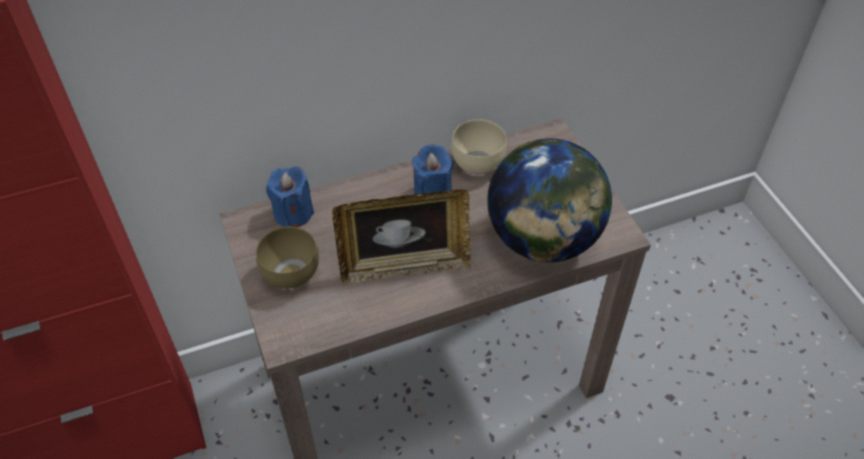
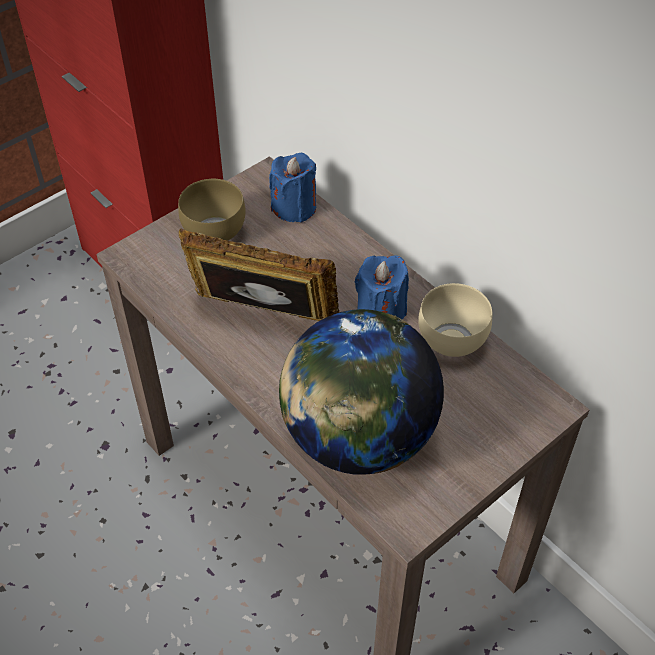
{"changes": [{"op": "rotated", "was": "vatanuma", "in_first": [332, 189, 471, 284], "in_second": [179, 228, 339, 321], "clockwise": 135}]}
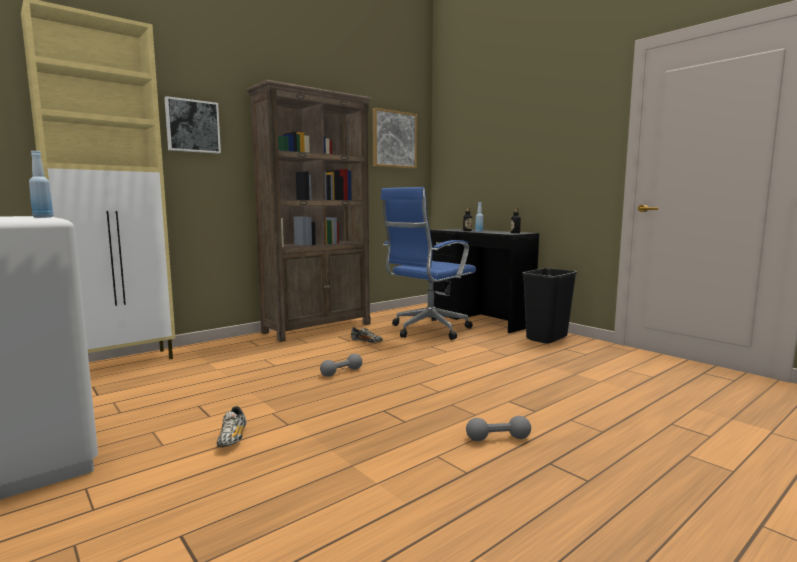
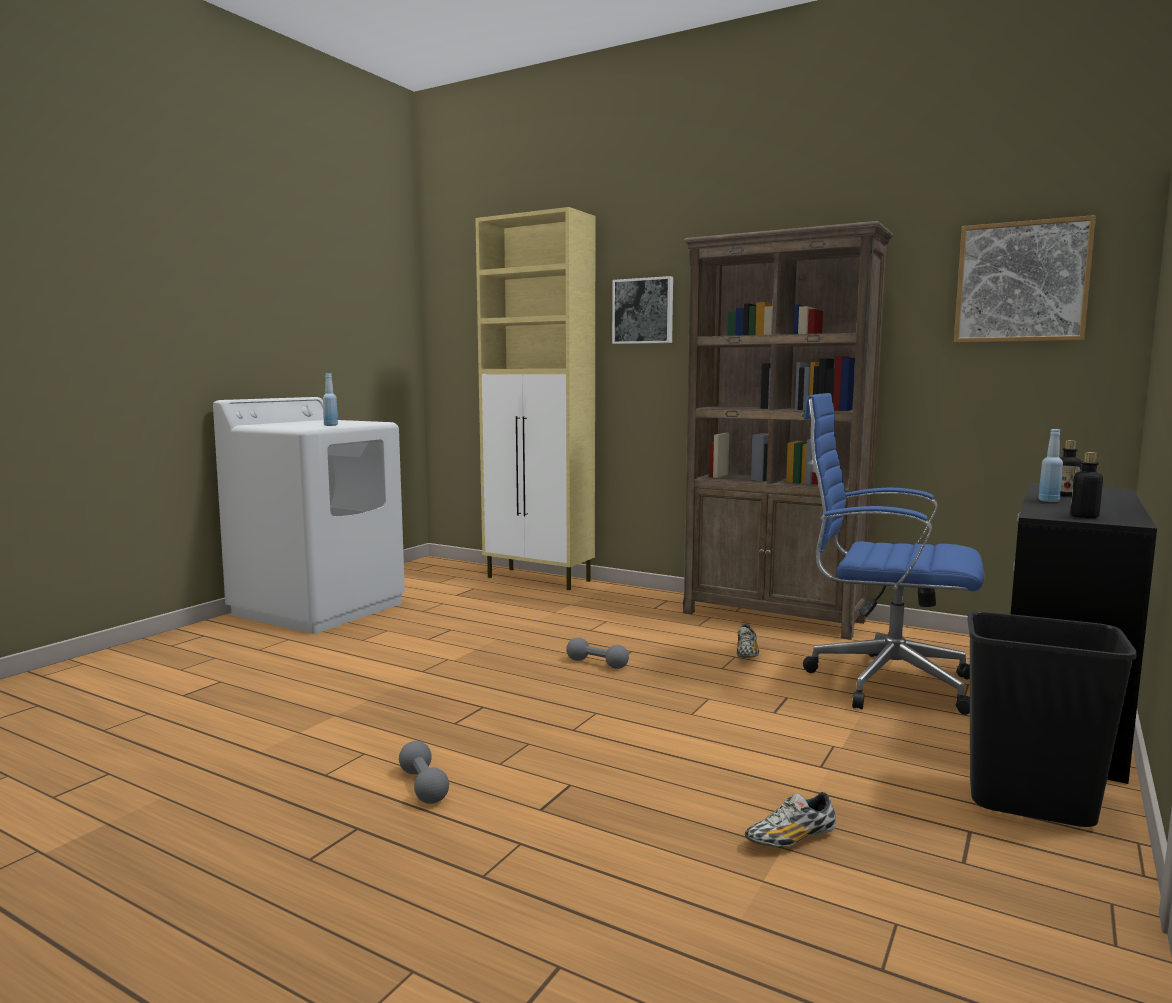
{"changes": [{"op": "shifted", "was": "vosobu", "in_first": [217, 406, 247, 447], "in_second": [745, 792, 836, 847]}]}
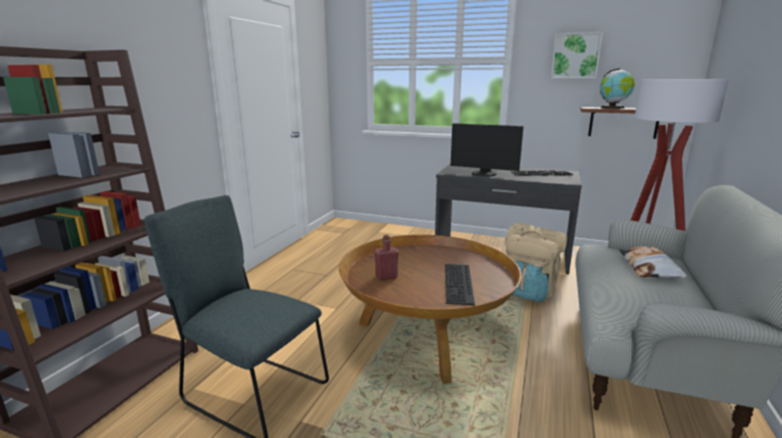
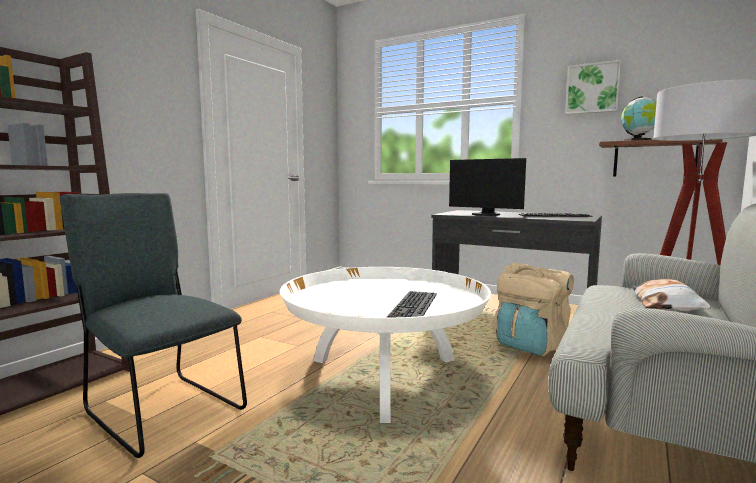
{"changes": [{"op": "repainted", "was": "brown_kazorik", "now": "white_kazorik", "in_first": [339, 235, 522, 384], "in_second": [280, 267, 491, 423]}, {"op": "gone", "was": "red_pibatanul", "in_first": [374, 235, 399, 280]}]}
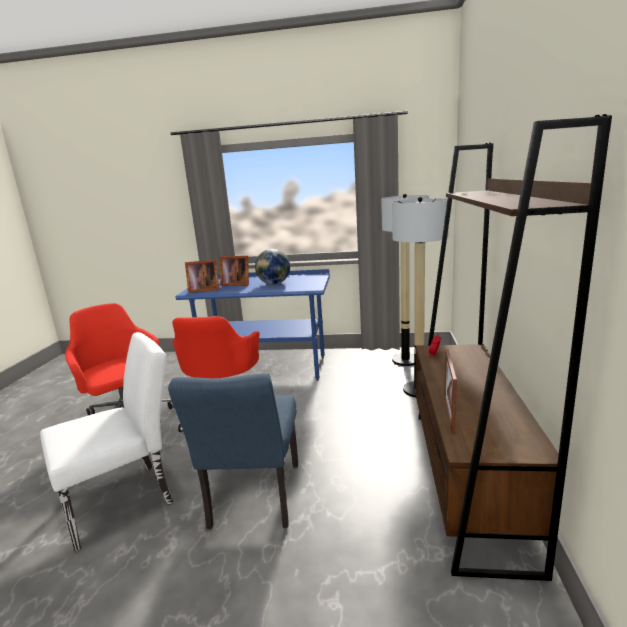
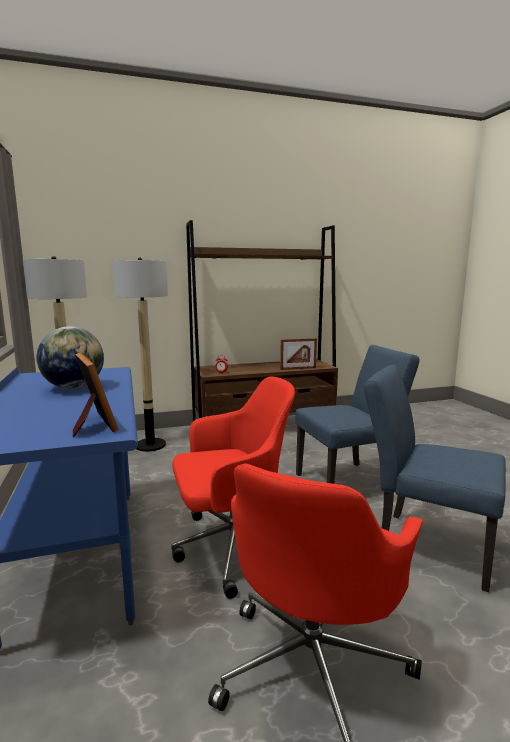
{"changes": [{"op": "repainted", "was": "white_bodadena", "now": "blue_bodadena", "in_first": [40, 332, 173, 552], "in_second": [364, 365, 506, 592]}, {"op": "gone", "was": "vatanuma", "in_first": [220, 256, 249, 286]}]}
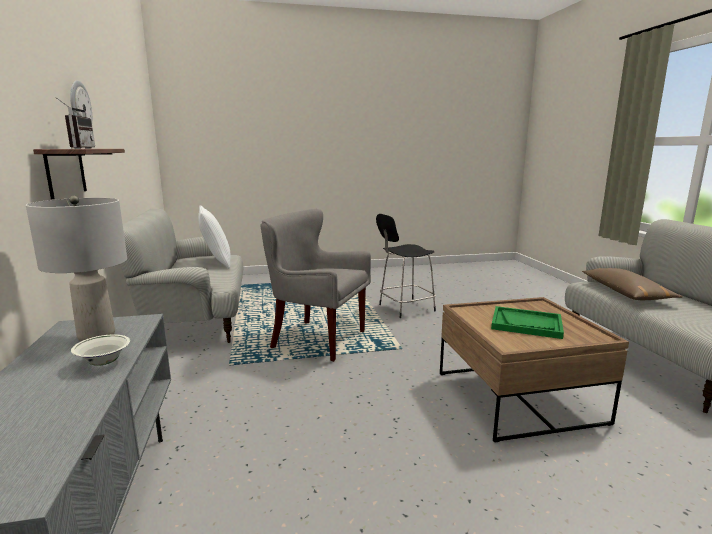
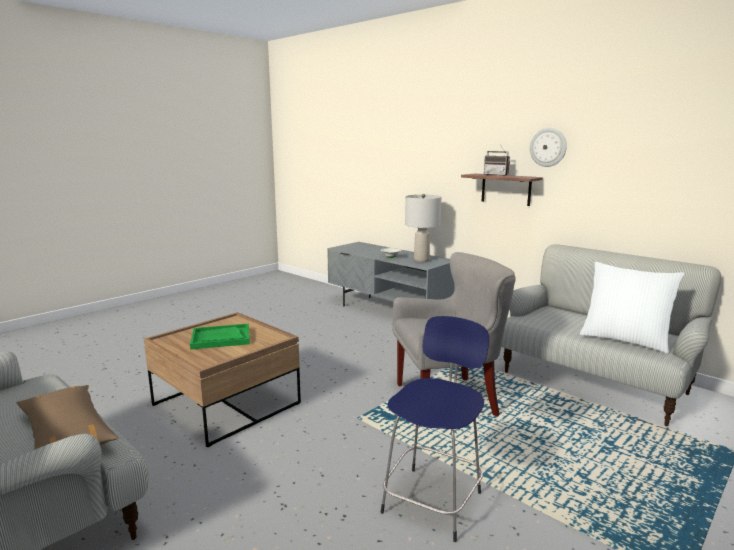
{"changes": [{"op": "repainted", "was": "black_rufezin", "now": "blue_rufezin", "in_first": [376, 214, 436, 318], "in_second": [380, 316, 489, 542]}]}
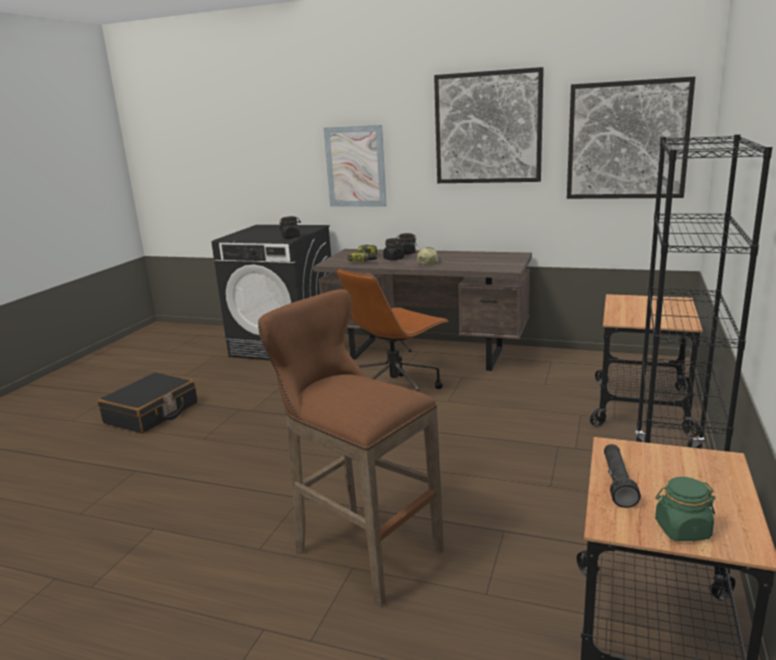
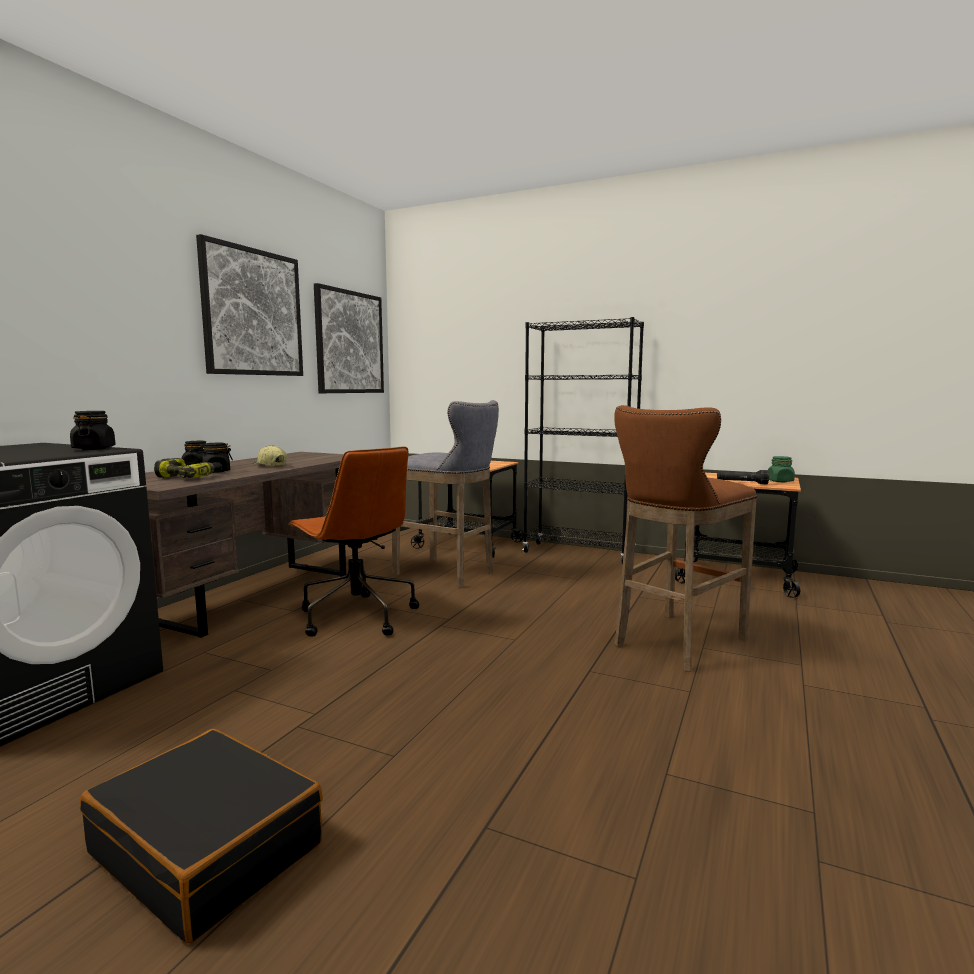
{"changes": [{"op": "new", "now": "grey_rufezin", "in_second": [392, 400, 499, 588]}, {"op": "gone", "was": "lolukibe", "in_first": [324, 125, 387, 207]}]}
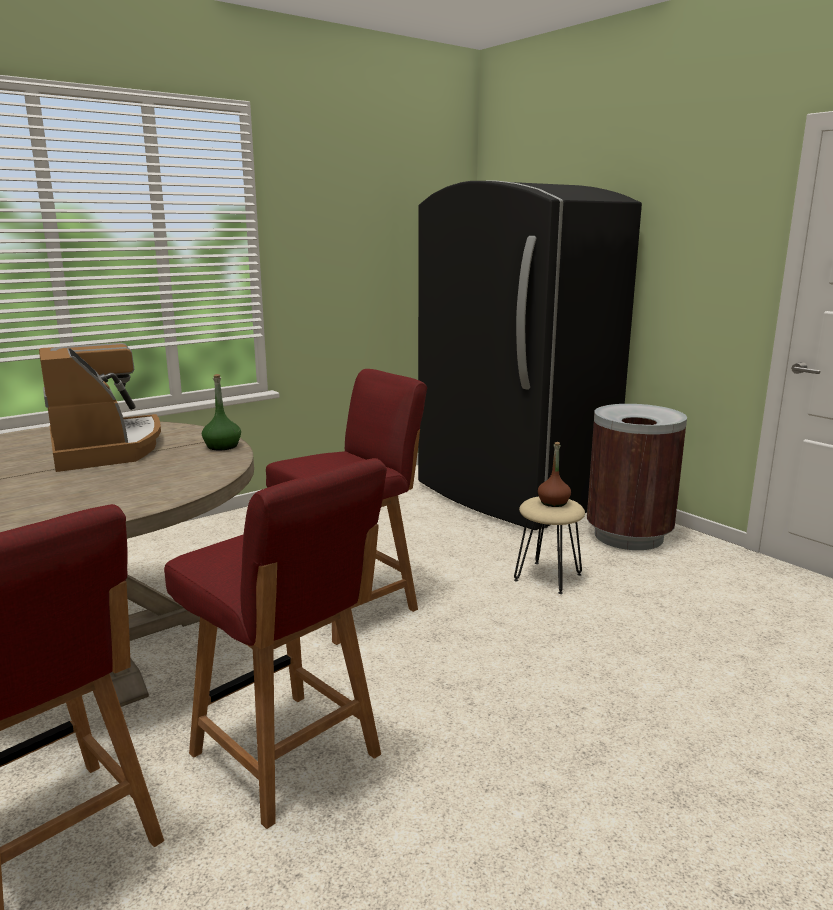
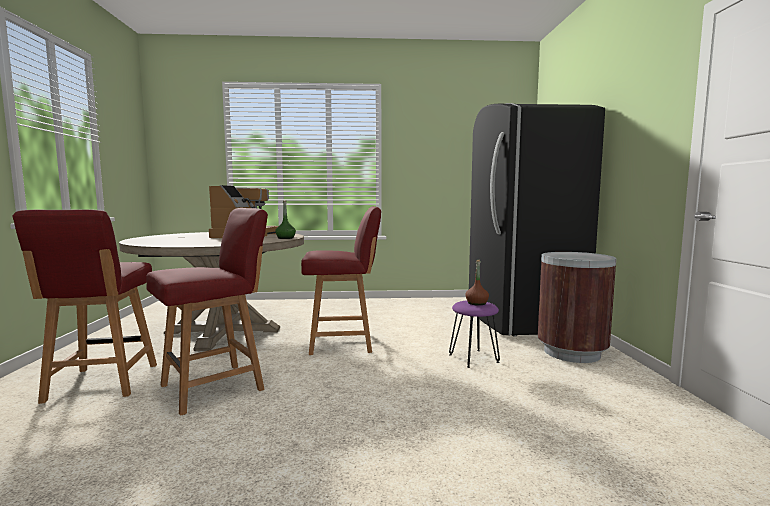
{"changes": [{"op": "rotated", "was": "red_bodadena", "in_first": [164, 458, 387, 829], "in_second": [146, 208, 268, 416], "clockwise": -120}, {"op": "repainted", "was": "beige_rufezin", "now": "purple_rufezin", "in_first": [514, 496, 585, 594], "in_second": [449, 300, 500, 368]}]}
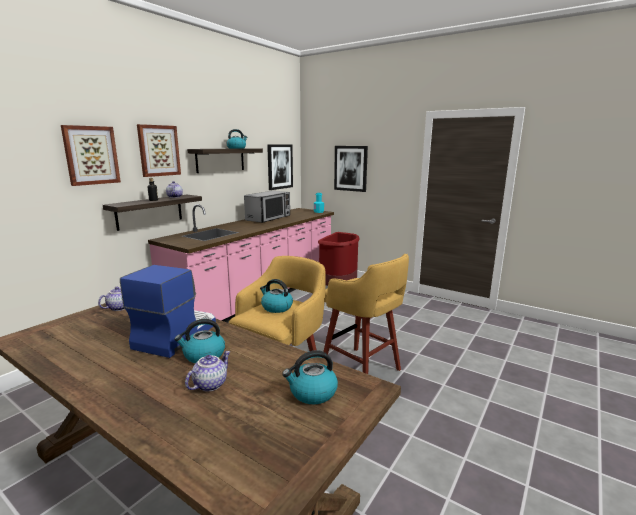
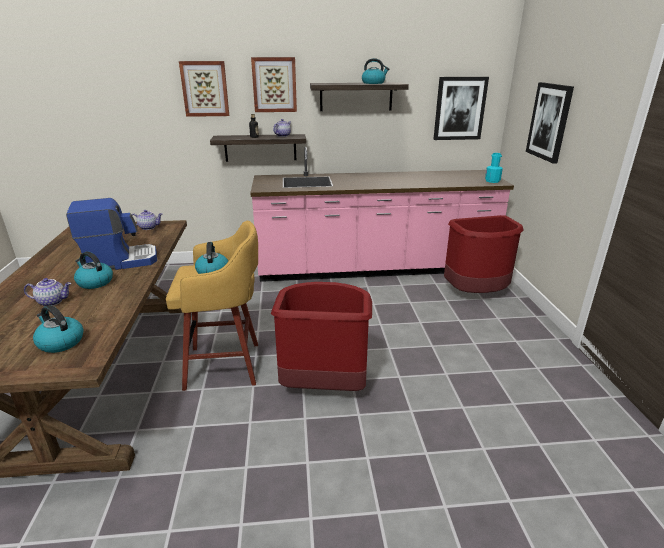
{"changes": [{"op": "swapped", "was": "yellow_rufezin", "now": "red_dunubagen", "in_first": [323, 254, 409, 374], "in_second": [271, 282, 372, 391]}, {"op": "gone", "was": "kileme", "in_first": [244, 191, 290, 223]}]}
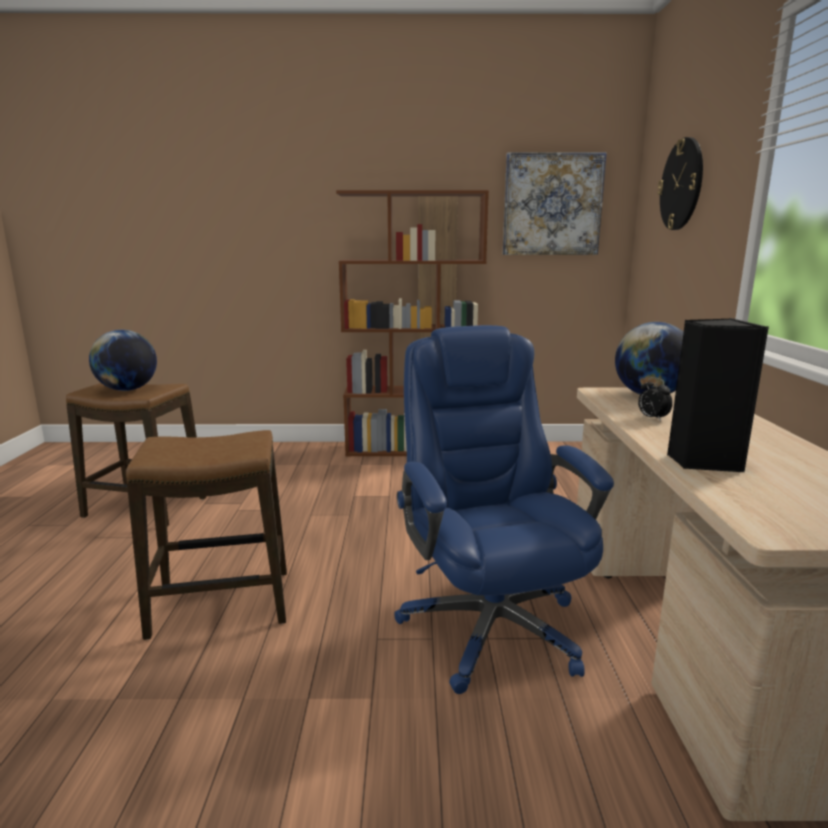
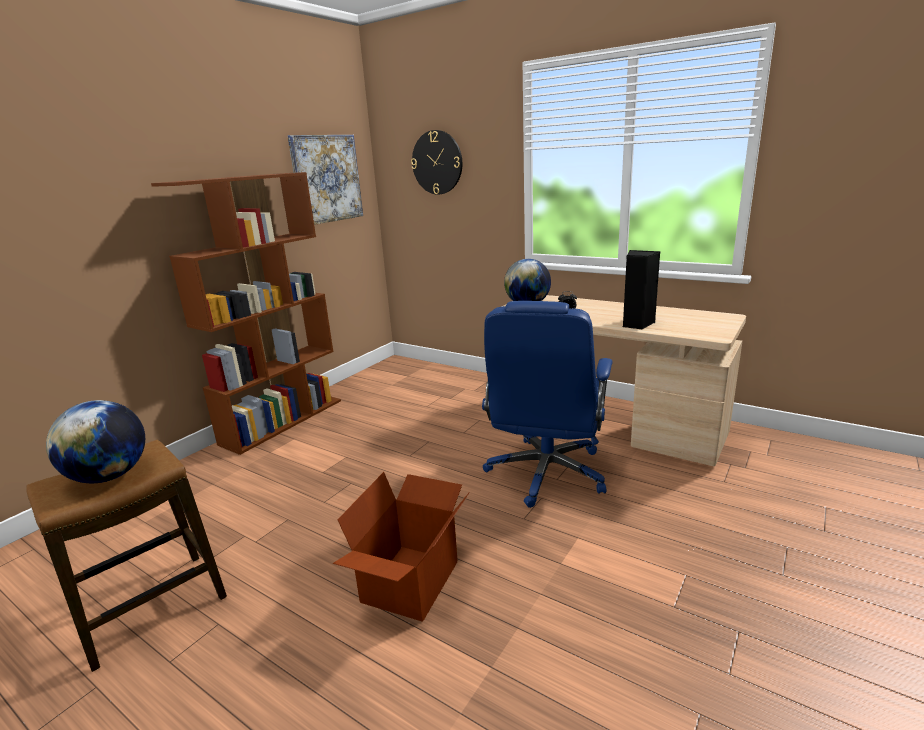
{"changes": [{"op": "swapped", "was": "rufezin", "now": "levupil", "in_first": [126, 430, 287, 640], "in_second": [333, 472, 470, 622]}, {"op": "rotated", "was": "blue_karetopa", "in_first": [394, 325, 614, 694], "in_second": [482, 301, 613, 508], "clockwise": -90}]}
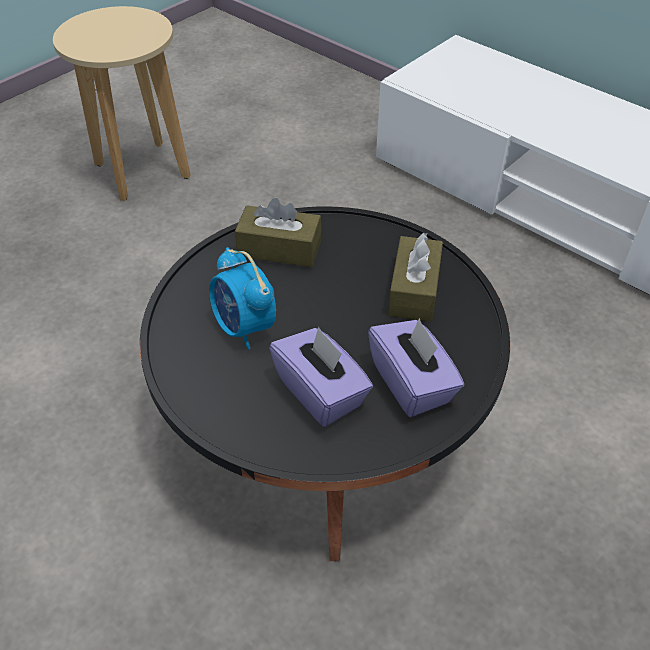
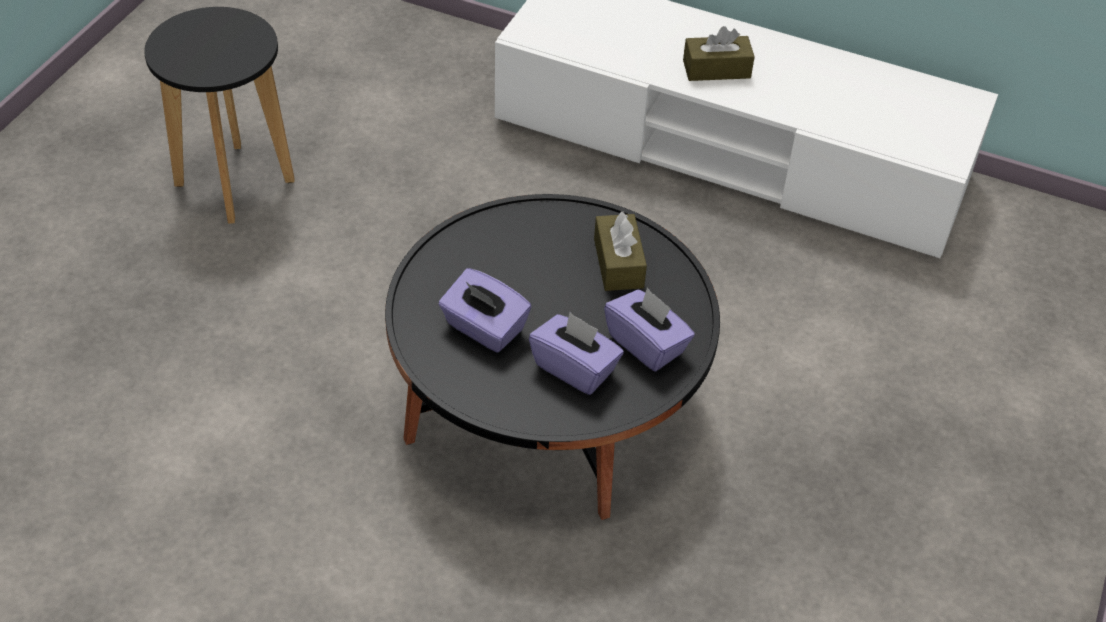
{"changes": [{"op": "repainted", "was": "beige_rufezin", "now": "black_rufezin", "in_first": [53, 6, 191, 201], "in_second": [144, 7, 295, 224]}, {"op": "swapped", "was": "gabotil", "now": "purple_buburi", "in_first": [209, 247, 276, 350], "in_second": [438, 268, 531, 353]}, {"op": "shifted", "was": "brown_buburi", "in_first": [235, 198, 321, 267], "in_second": [683, 26, 755, 81]}]}
